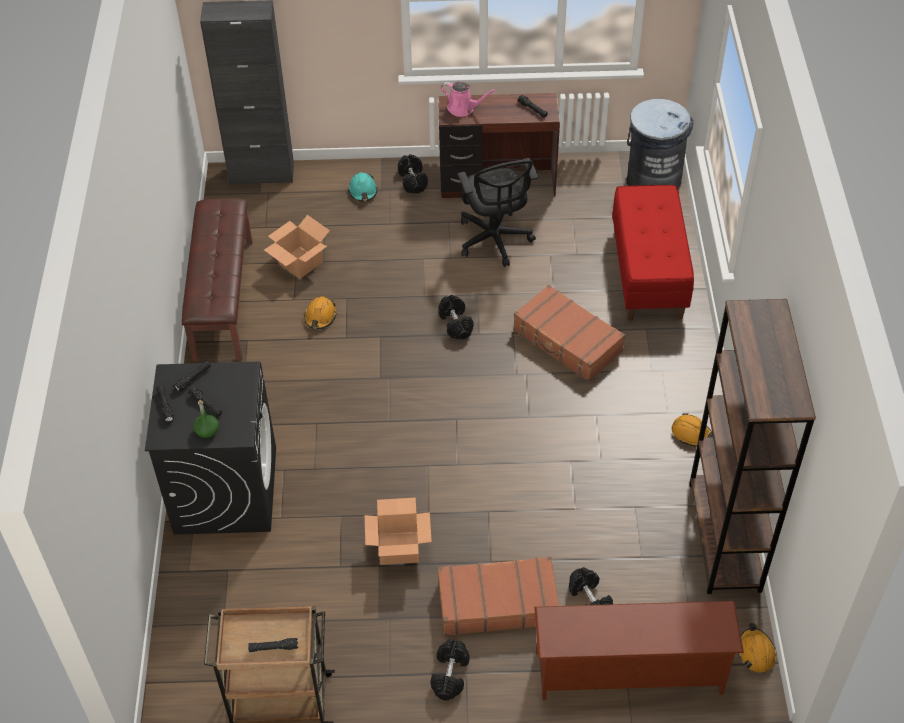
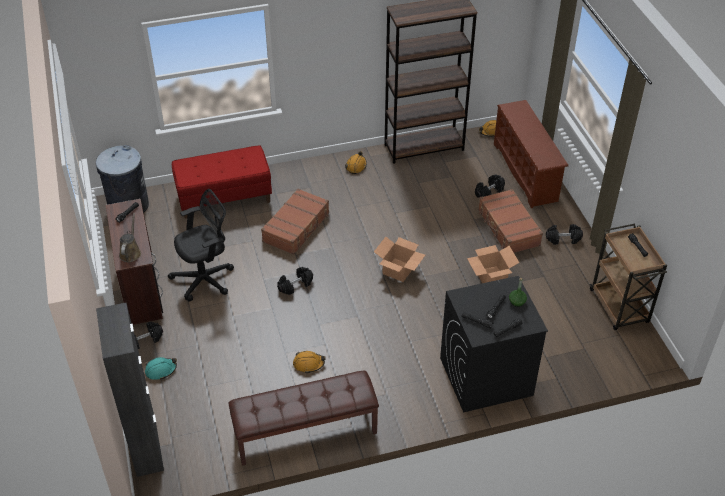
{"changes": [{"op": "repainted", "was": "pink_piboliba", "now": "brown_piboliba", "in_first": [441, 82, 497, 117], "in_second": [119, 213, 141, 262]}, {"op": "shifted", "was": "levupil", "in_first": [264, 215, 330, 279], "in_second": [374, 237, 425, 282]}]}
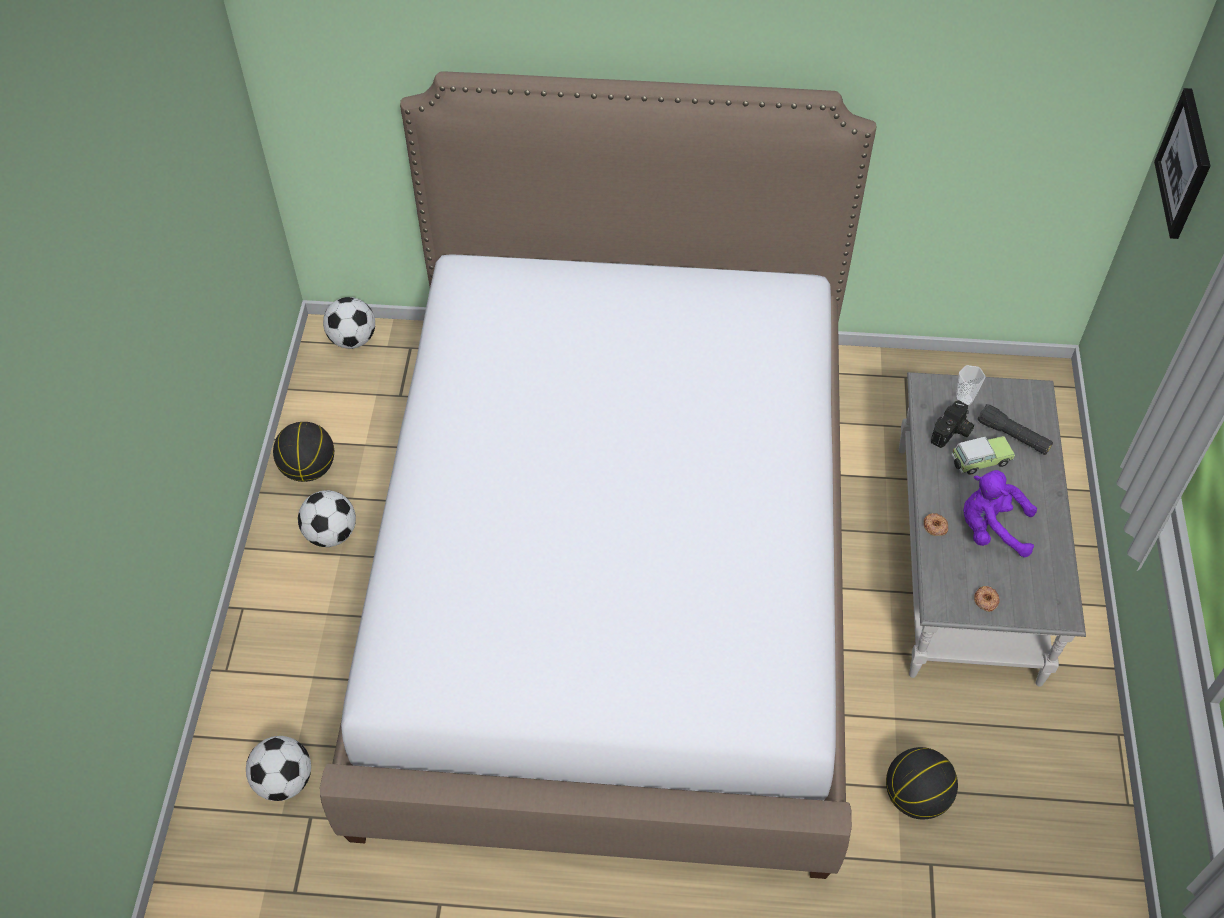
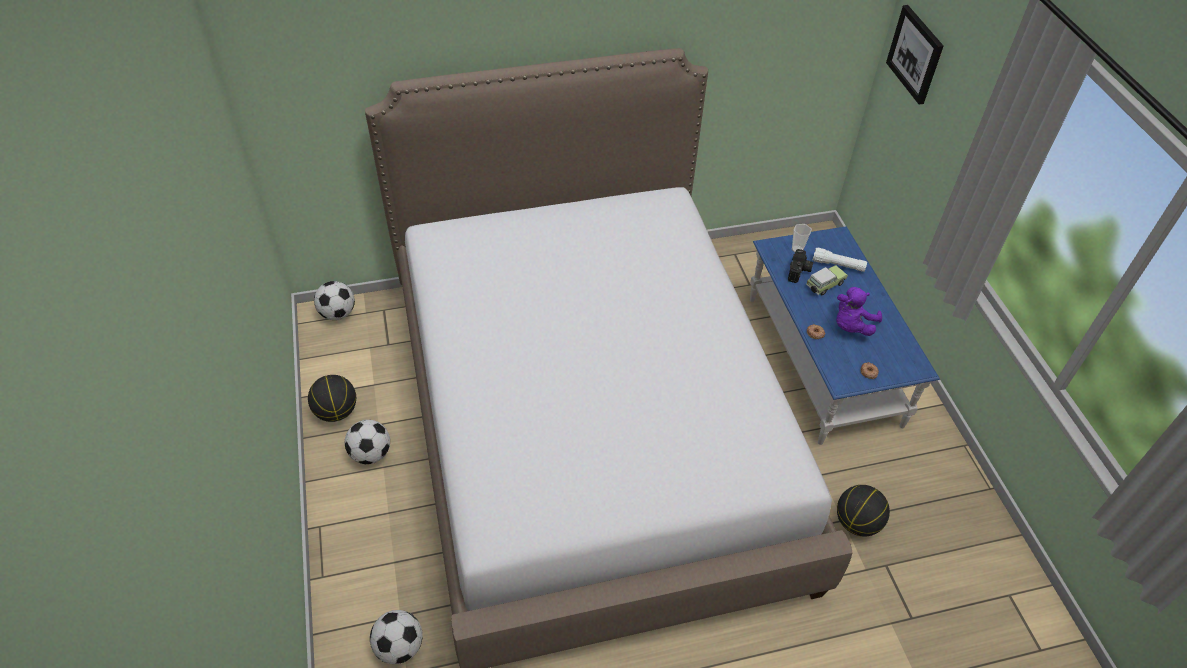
{"changes": [{"op": "repainted", "was": "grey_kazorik", "now": "blue_kazorik", "in_first": [899, 372, 1086, 687], "in_second": [750, 226, 940, 445]}, {"op": "repainted", "was": "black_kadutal", "now": "white_kadutal", "in_first": [978, 404, 1053, 455], "in_second": [812, 248, 867, 272]}, {"op": "rotated", "was": "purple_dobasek", "in_first": [963, 470, 1037, 558], "in_second": [836, 287, 882, 336], "clockwise": -45}]}
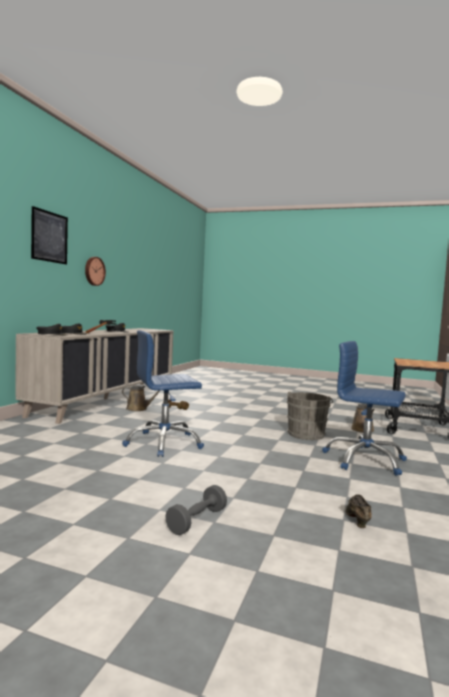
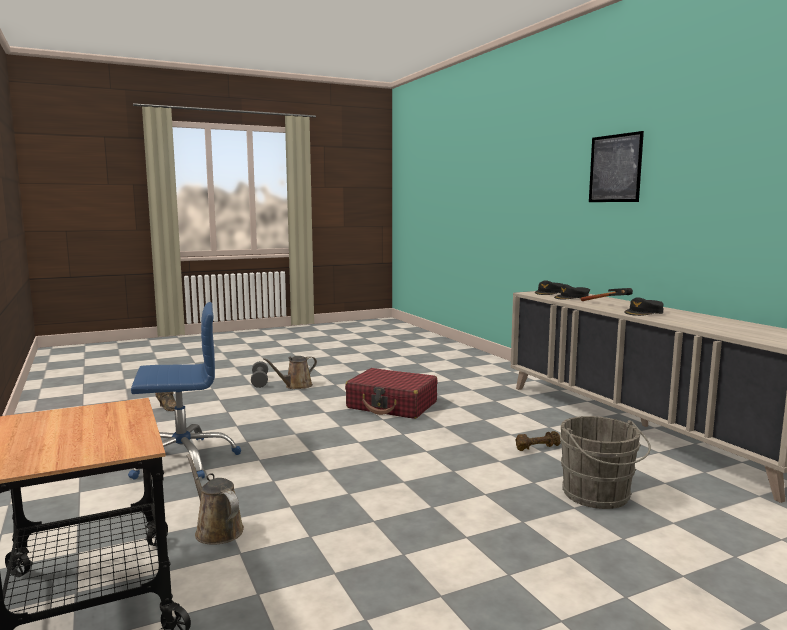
{"changes": [{"op": "shifted", "was": "brown_piboliba", "in_first": [122, 386, 160, 411], "in_second": [263, 356, 317, 389]}, {"op": "swapped", "was": "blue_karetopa", "now": "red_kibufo", "in_first": [122, 330, 204, 457], "in_second": [345, 368, 437, 419]}, {"op": "shifted", "was": "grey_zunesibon", "in_first": [287, 391, 333, 440], "in_second": [560, 416, 651, 509]}, {"op": "gone", "was": "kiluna", "in_first": [85, 257, 106, 286]}]}
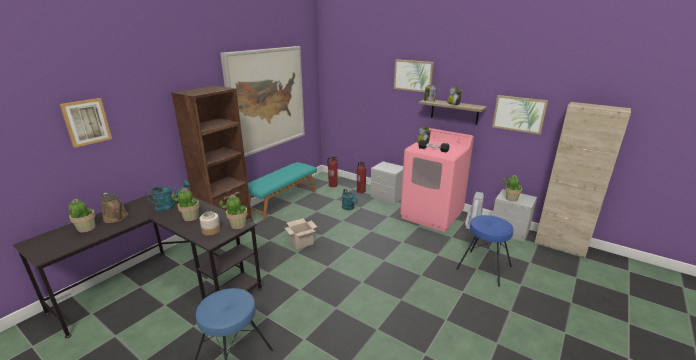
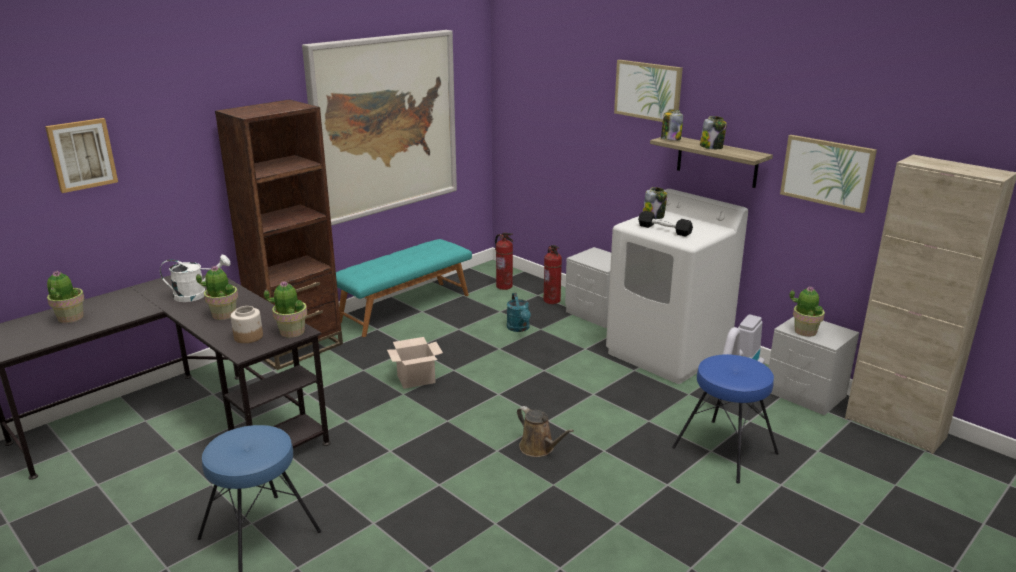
{"changes": [{"op": "repainted", "was": "turquoise_piboliba", "now": "white_piboliba", "in_first": [145, 180, 190, 212], "in_second": [160, 255, 231, 302]}, {"op": "shifted", "was": "brown_piboliba", "in_first": [101, 192, 128, 223], "in_second": [517, 406, 574, 457]}, {"op": "repainted", "was": "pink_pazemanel", "now": "white_pazemanel", "in_first": [400, 128, 474, 232], "in_second": [606, 189, 748, 384]}]}
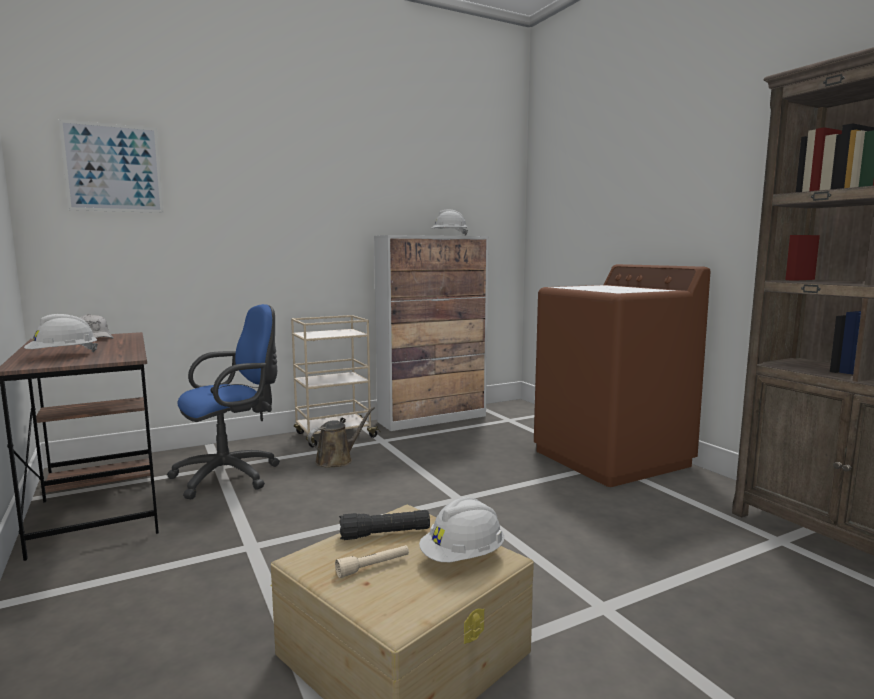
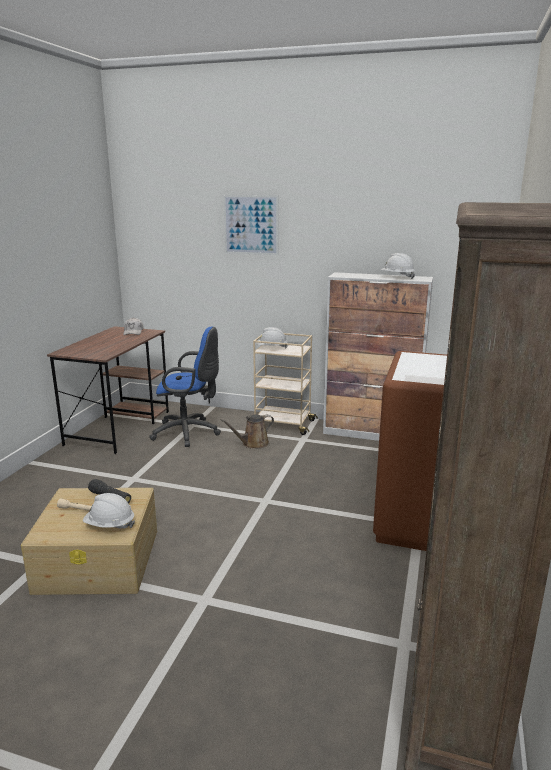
{"changes": [{"op": "rotated", "was": "brown_piboliba", "in_first": [308, 407, 375, 468], "in_second": [221, 414, 274, 448], "clockwise": 150}, {"op": "shifted", "was": "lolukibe", "in_first": [59, 119, 163, 213], "in_second": [224, 195, 278, 255]}, {"op": "shifted", "was": "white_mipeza", "in_first": [24, 314, 98, 352], "in_second": [256, 327, 288, 348]}]}
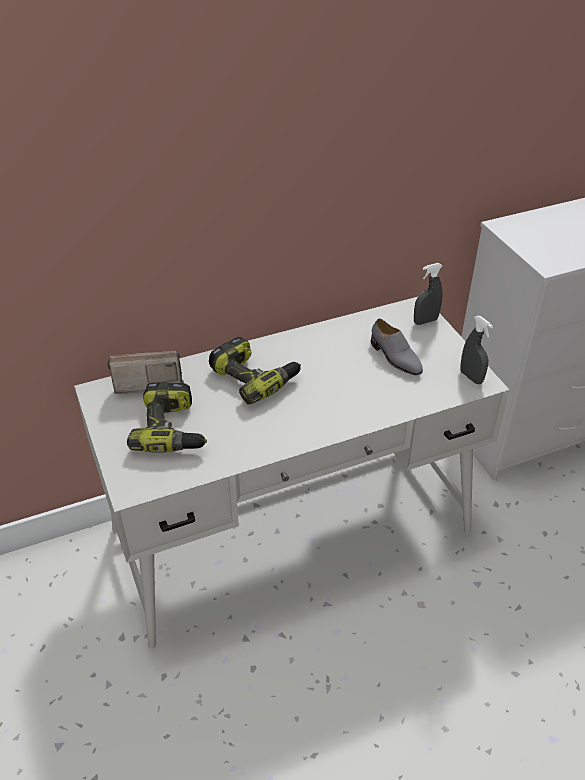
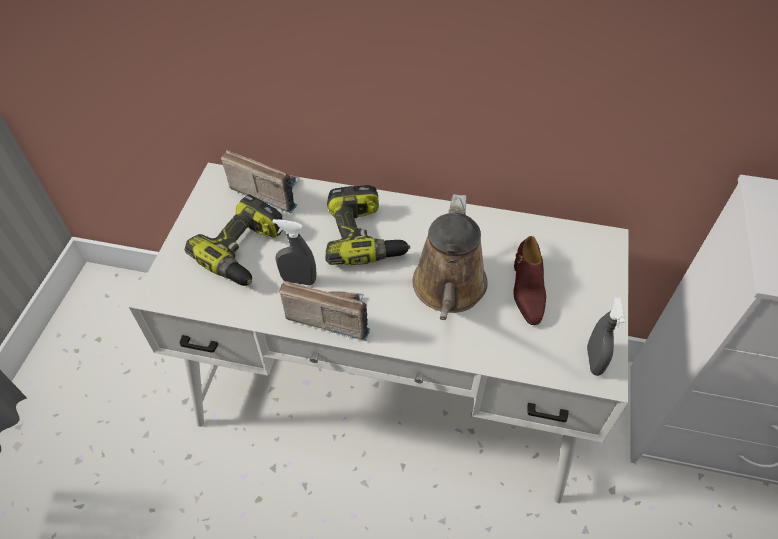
{"changes": [{"op": "shifted", "was": "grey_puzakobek", "in_first": [414, 263, 443, 325], "in_second": [272, 219, 317, 285]}, {"op": "new", "now": "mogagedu", "in_second": [280, 281, 370, 341]}, {"op": "new", "now": "brown_piboliba", "in_second": [413, 194, 488, 320]}, {"op": "repainted", "was": "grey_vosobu", "now": "brown_vosobu", "in_first": [371, 319, 423, 375], "in_second": [513, 236, 546, 325]}]}
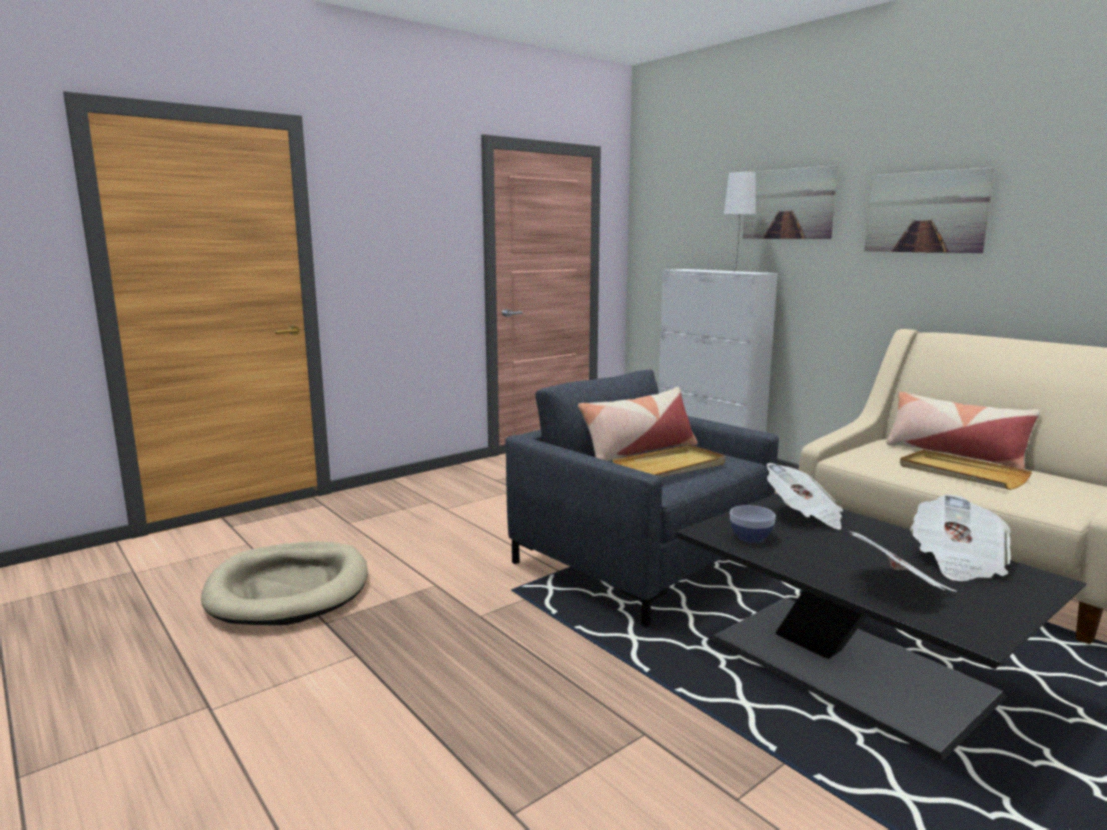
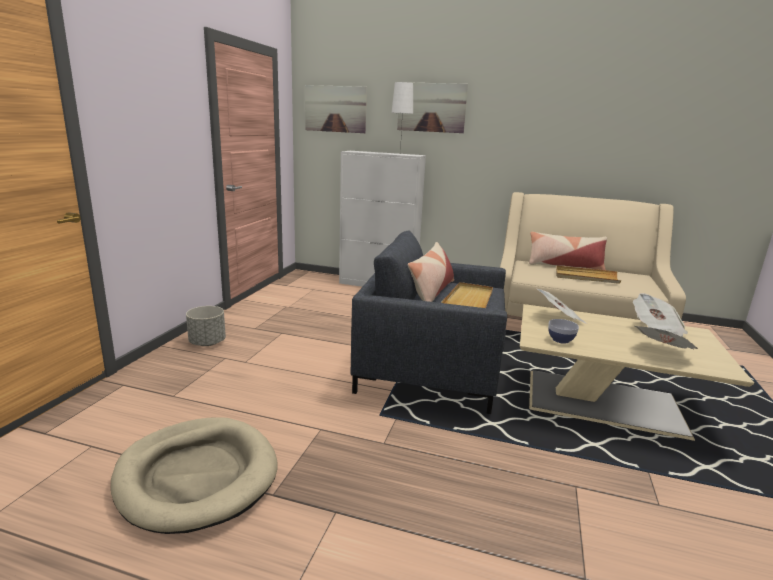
{"changes": [{"op": "new", "now": "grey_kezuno", "in_second": [186, 306, 226, 346]}, {"op": "shifted", "was": "lolukibe", "in_first": [864, 167, 995, 253], "in_second": [305, 85, 367, 133]}, {"op": "repainted", "was": "black_kazorik", "now": "beige_kazorik", "in_first": [676, 494, 1086, 760], "in_second": [520, 304, 754, 441]}]}
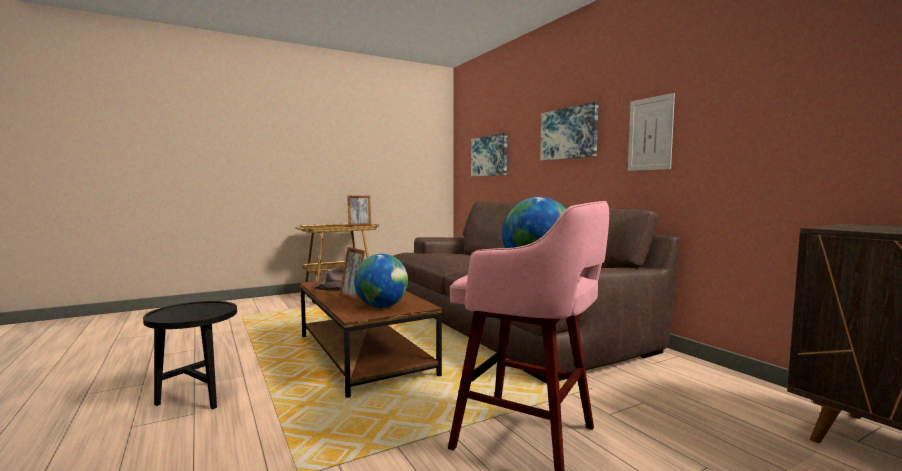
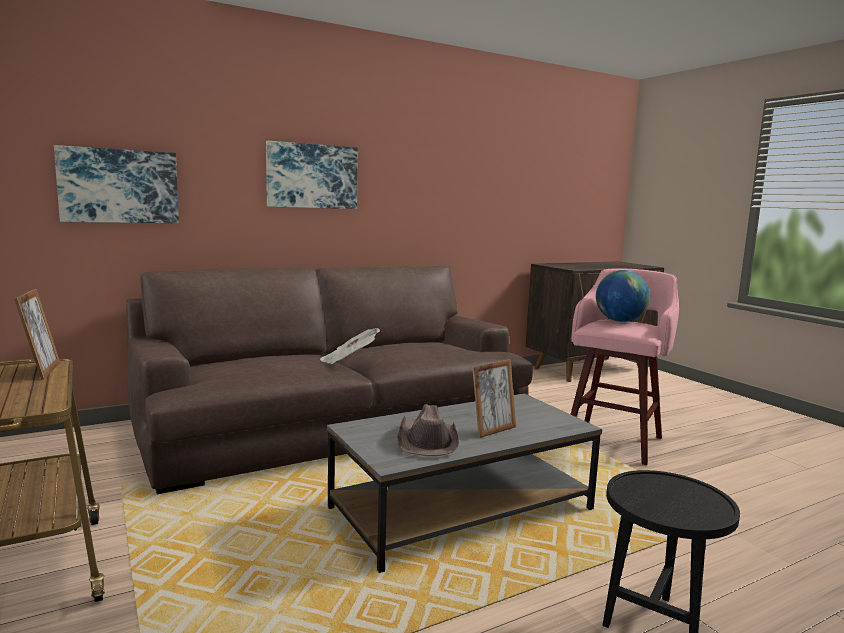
{"changes": [{"op": "new", "now": "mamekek", "in_second": [320, 328, 380, 364]}, {"op": "repainted", "was": "brown_kazorik", "now": "grey_kazorik", "in_first": [300, 280, 442, 398], "in_second": [327, 393, 602, 573]}, {"op": "gone", "was": "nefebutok", "in_first": [354, 254, 408, 308]}, {"op": "gone", "was": "lolukibe", "in_first": [628, 93, 675, 171]}]}
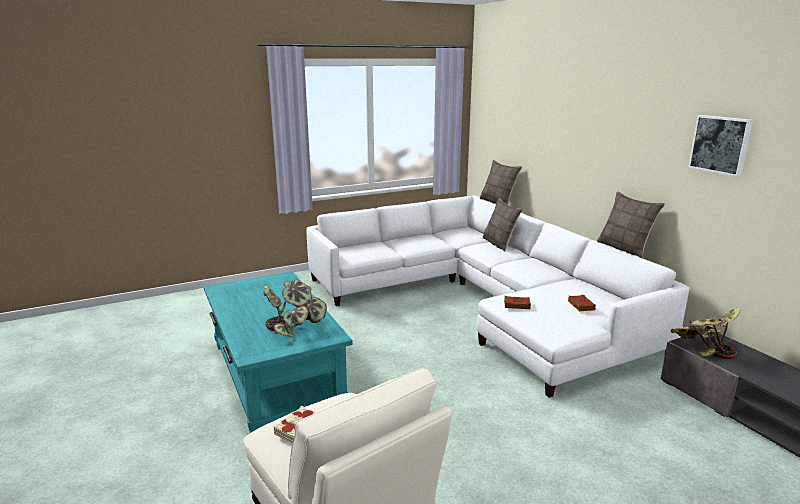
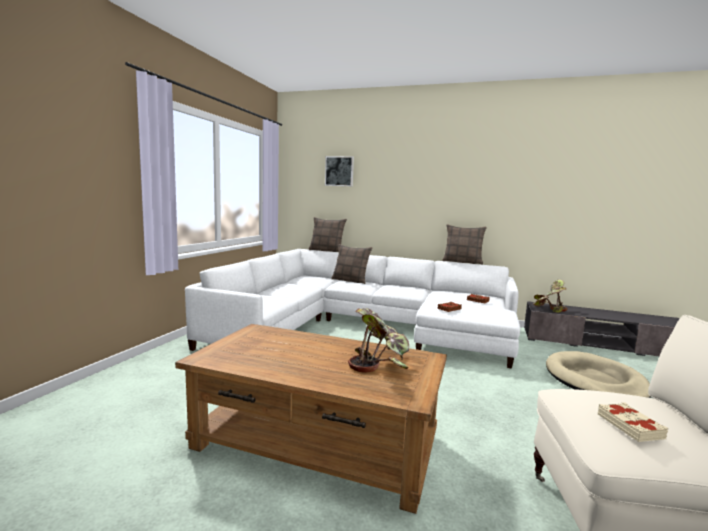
{"changes": [{"op": "repainted", "was": "turquoise_kazorik", "now": "brown_kazorik", "in_first": [204, 271, 352, 433], "in_second": [175, 324, 447, 514]}, {"op": "shifted", "was": "lolukibe", "in_first": [688, 115, 753, 177], "in_second": [325, 156, 354, 186]}, {"op": "new", "now": "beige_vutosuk", "in_second": [546, 351, 651, 398]}]}
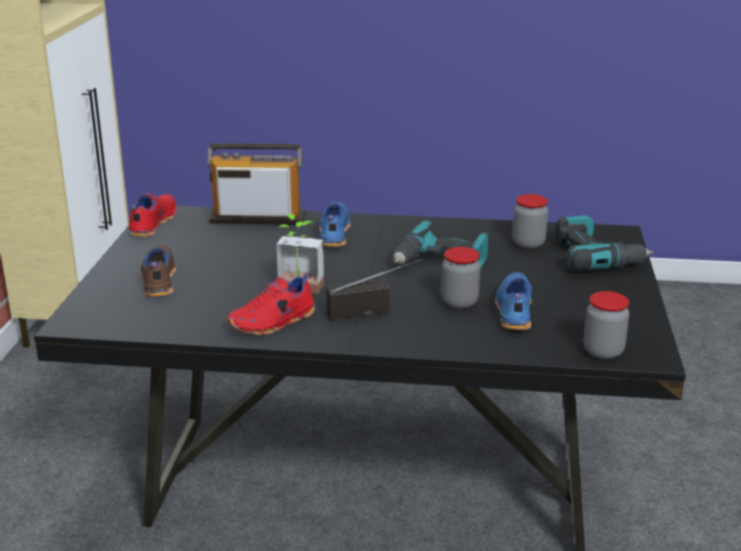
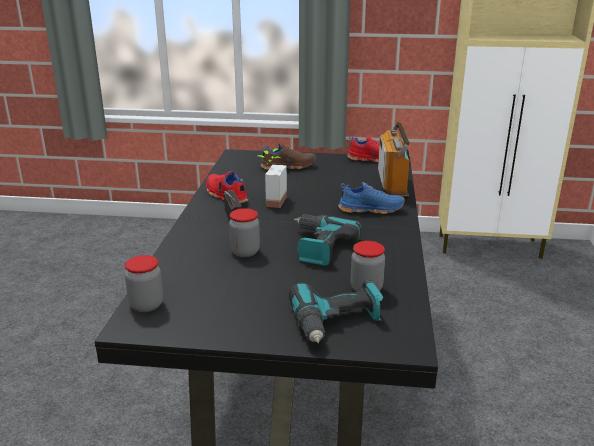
{"changes": [{"op": "gone", "was": "blue_vosobu", "in_first": [495, 272, 532, 330]}]}
